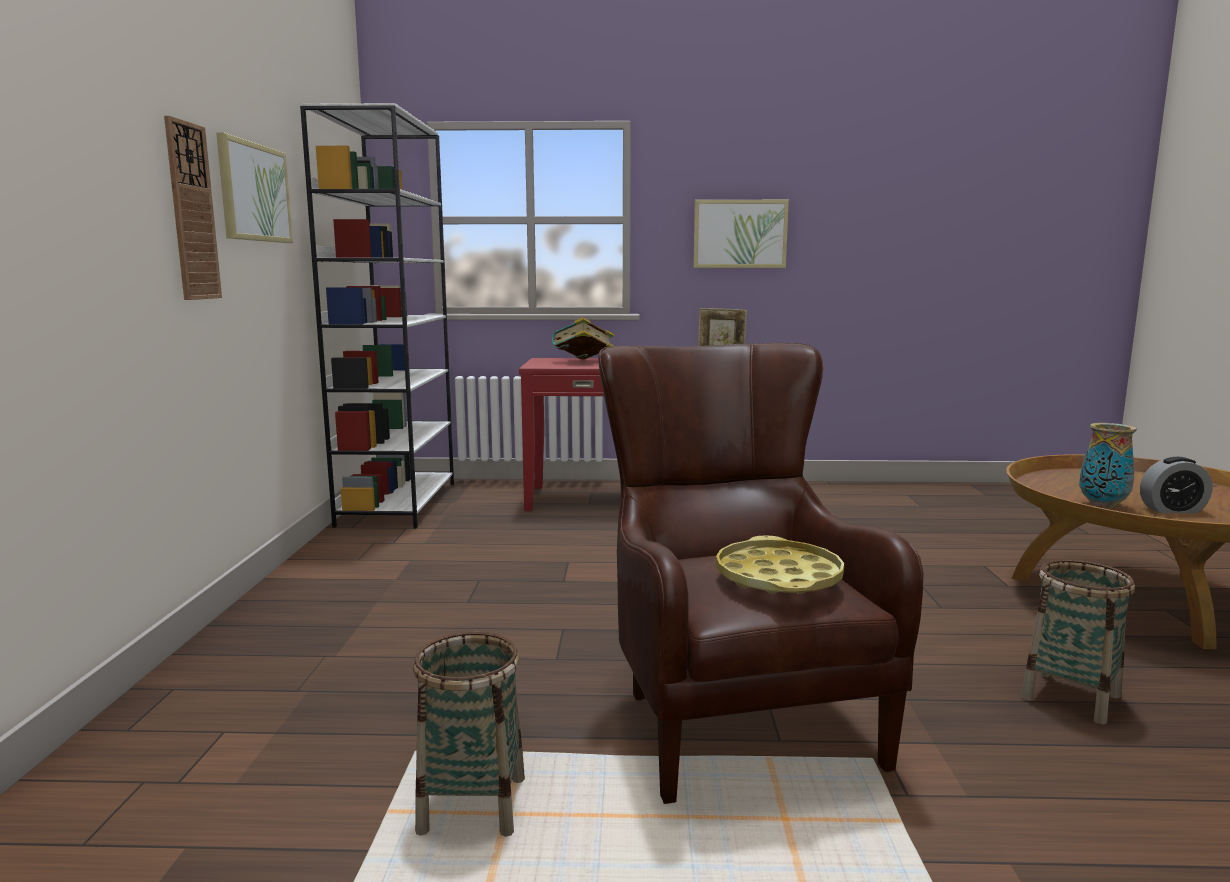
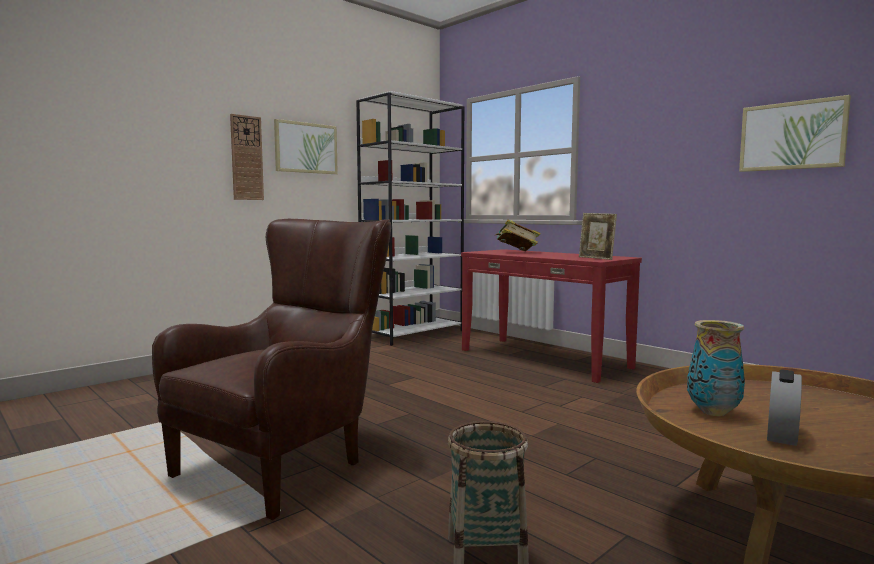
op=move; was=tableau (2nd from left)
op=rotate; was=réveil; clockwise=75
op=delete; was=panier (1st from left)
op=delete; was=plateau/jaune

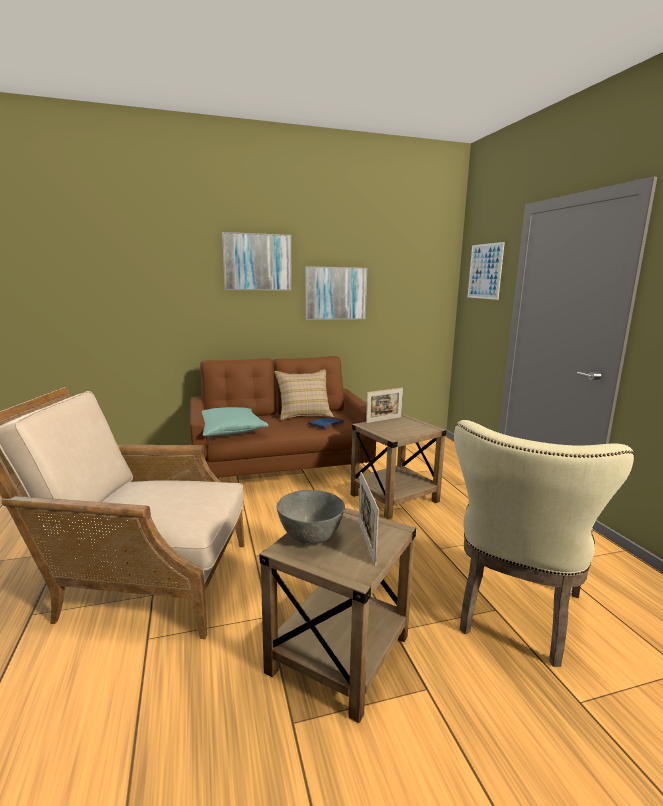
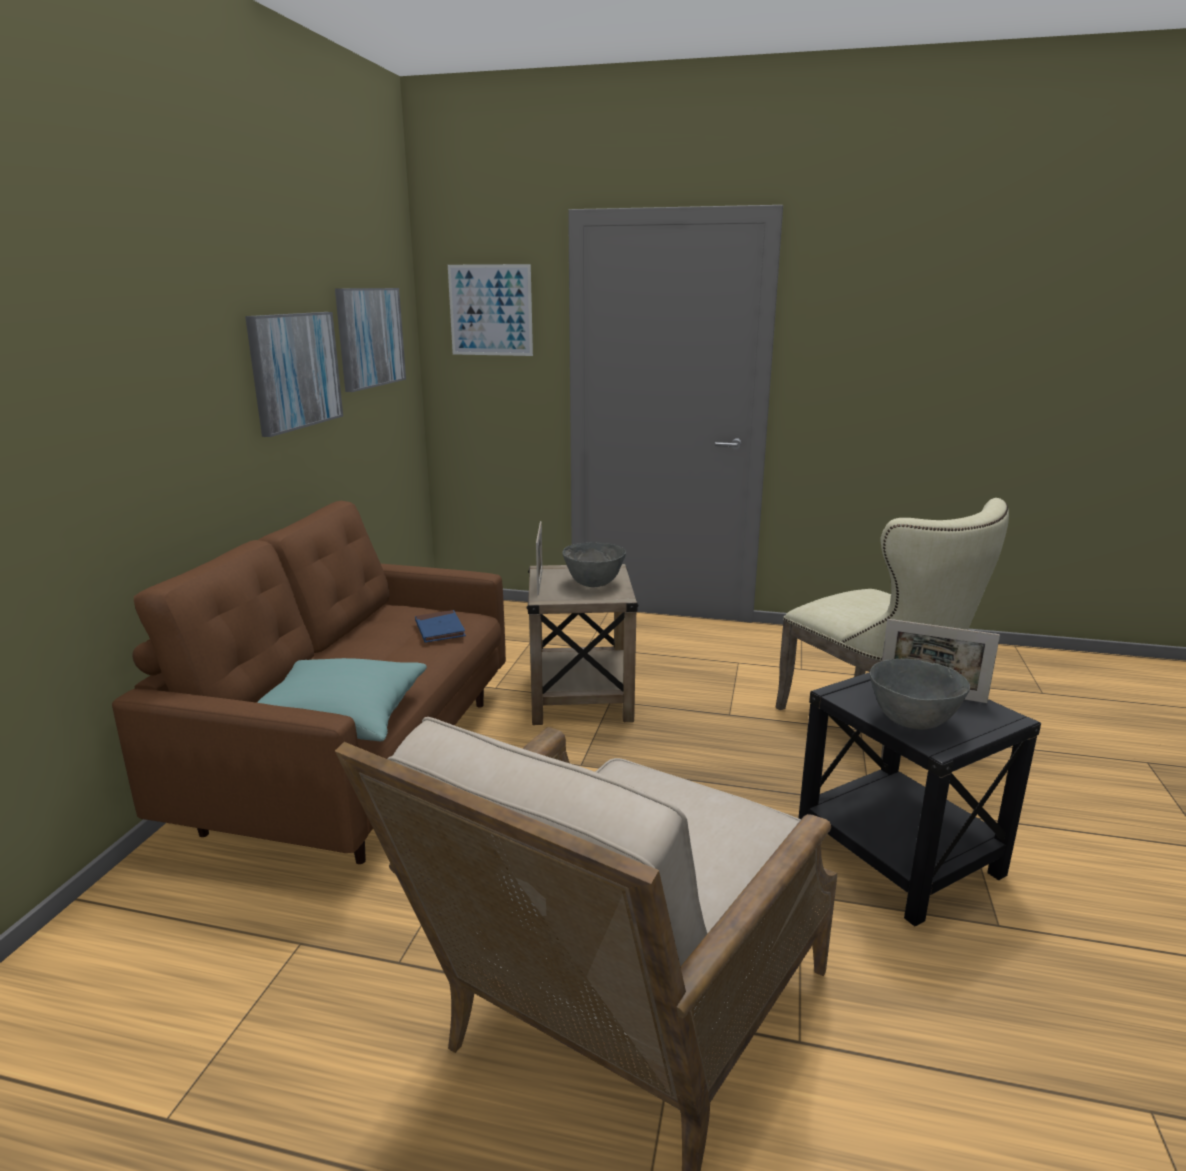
op=move; was=tableau (1st from left in the first image); now=tableau (2nd from left)
op=insert; now=bol/gris (1st from left)
op=recolor; was=table d'appoint/beige (1st from left); now=table d'appoint/noir
op=delete; was=coussin/beige

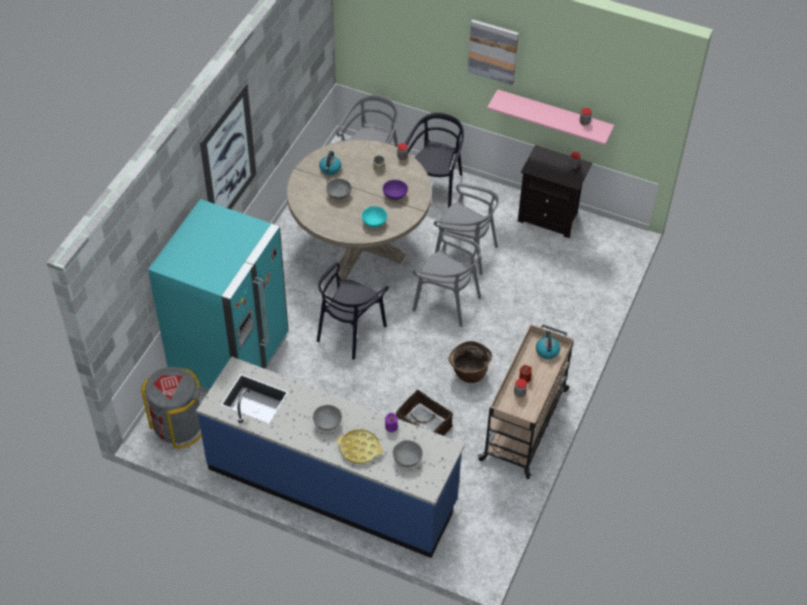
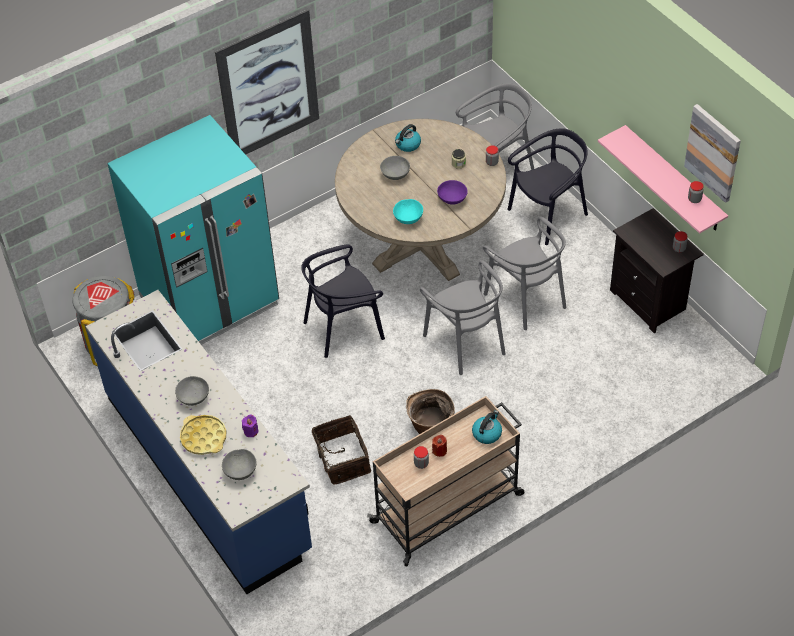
op=move; was=tableau (2nd from left)

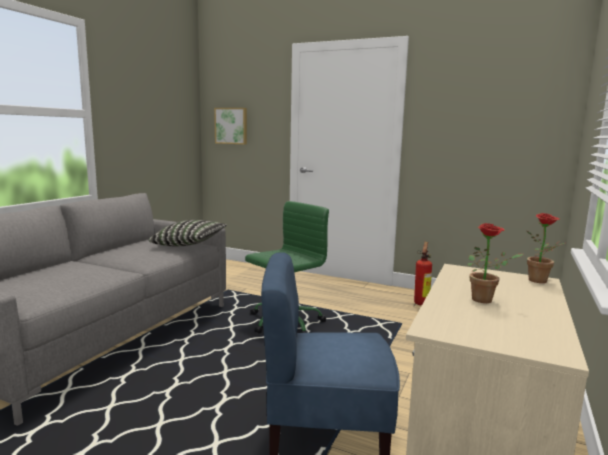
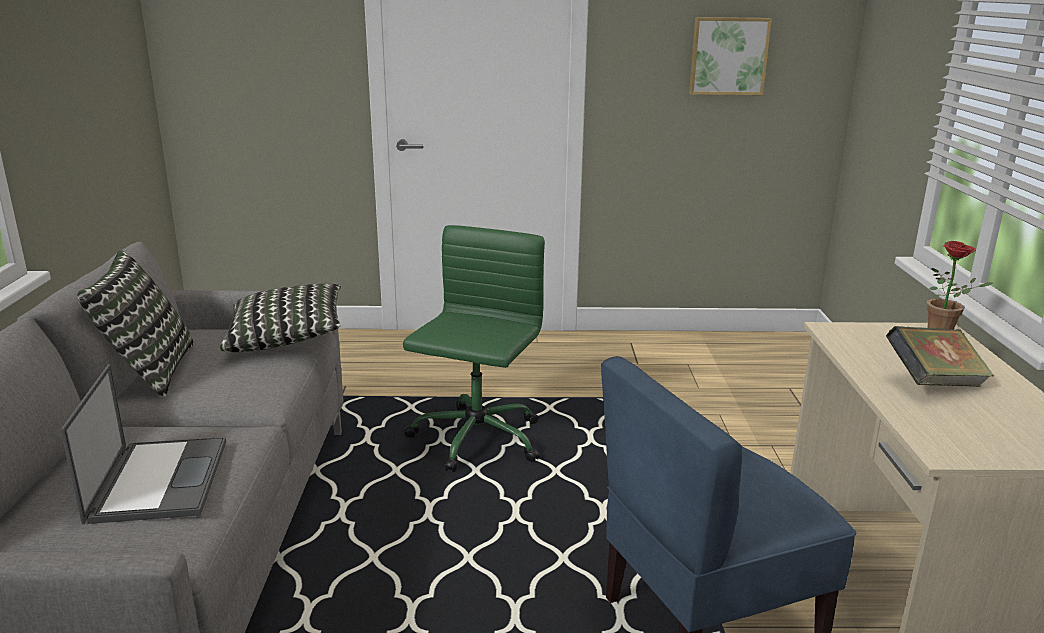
op=insert; now=ordinateur portable
op=insert; now=coussin (1st from left)
op=move; was=tableau
op=replace; was=plante en pot (1st from left); now=livre
op=delete; was=extincteur

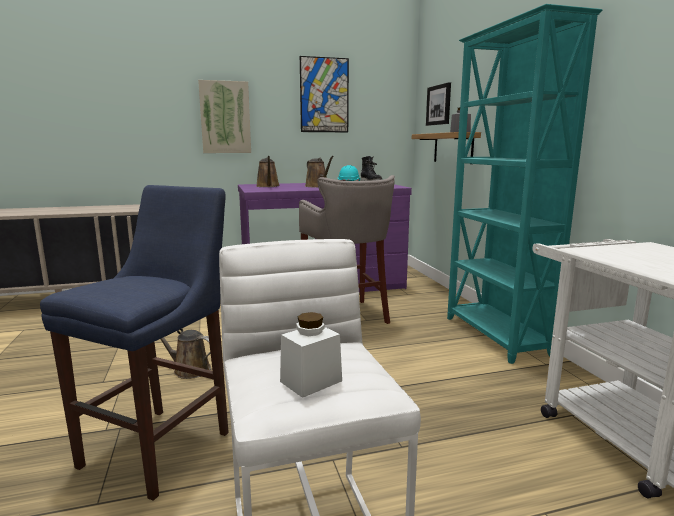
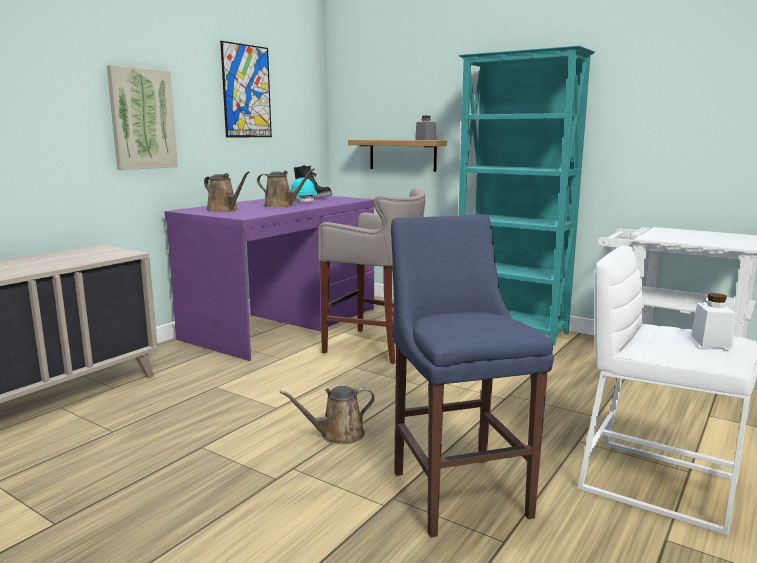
op=delete; was=tableau (3rd from left)

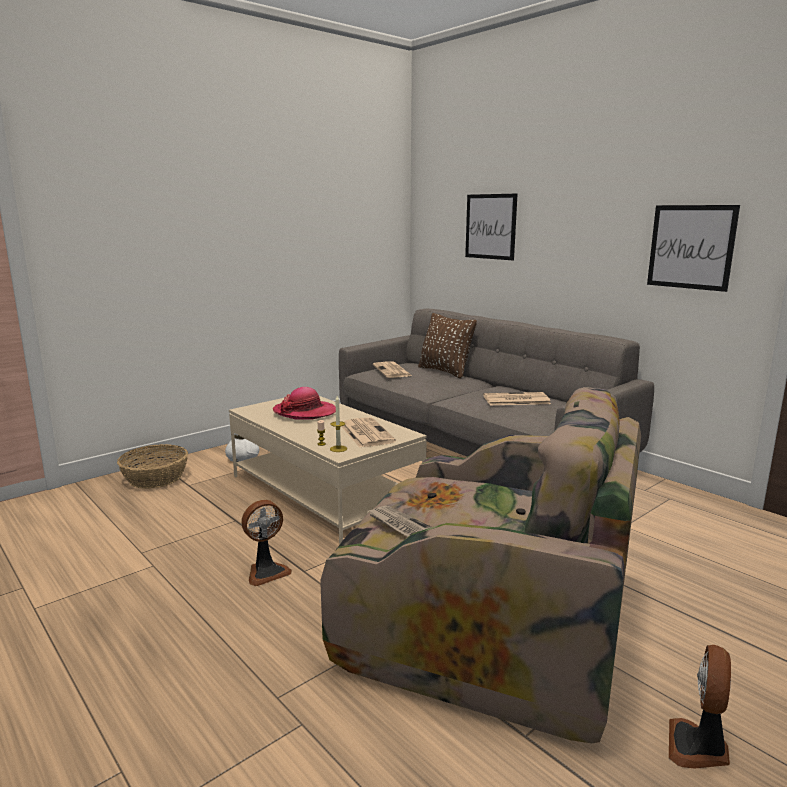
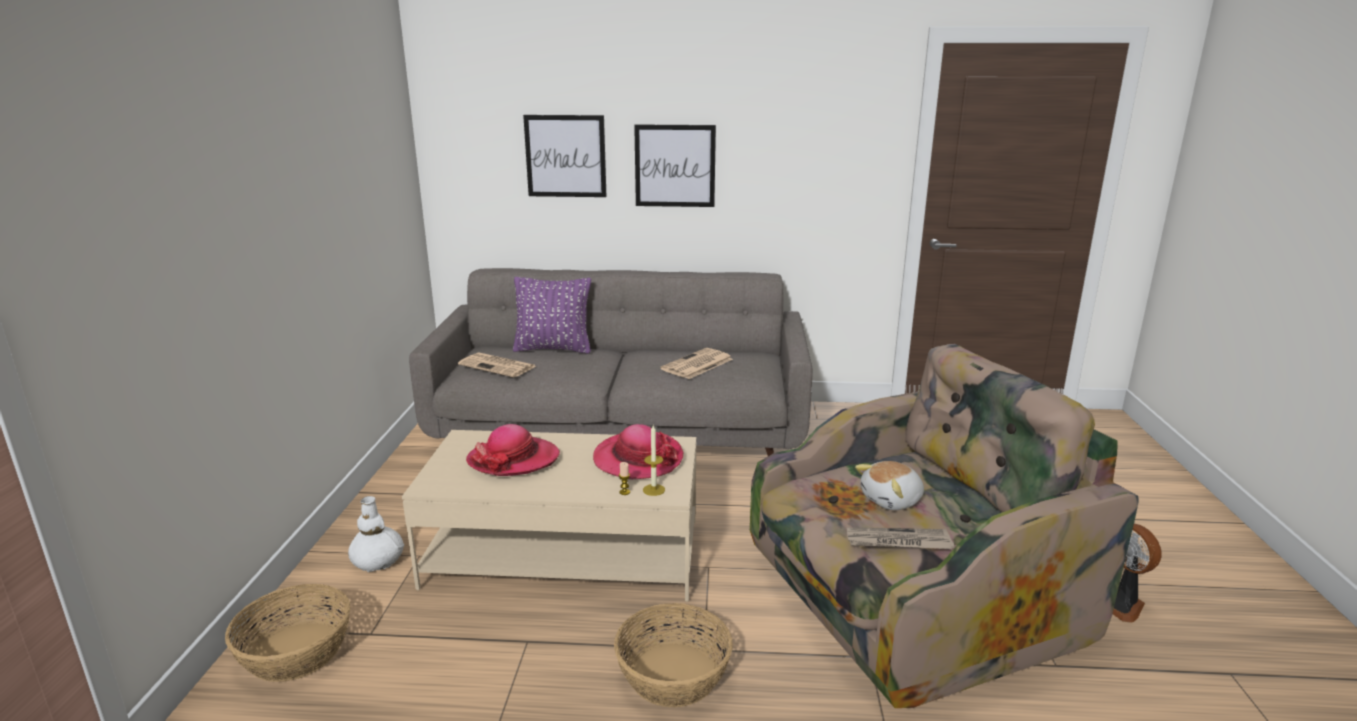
op=recolor; was=coussin/marron; now=coussin/violet
op=replace; was=journal (1st from left); now=chapeau (2nd from left)
op=replace; was=ventilateur (1st from left); now=panier (2nd from left)
op=move; was=tableau (2nd from left)
op=insert; now=peluche

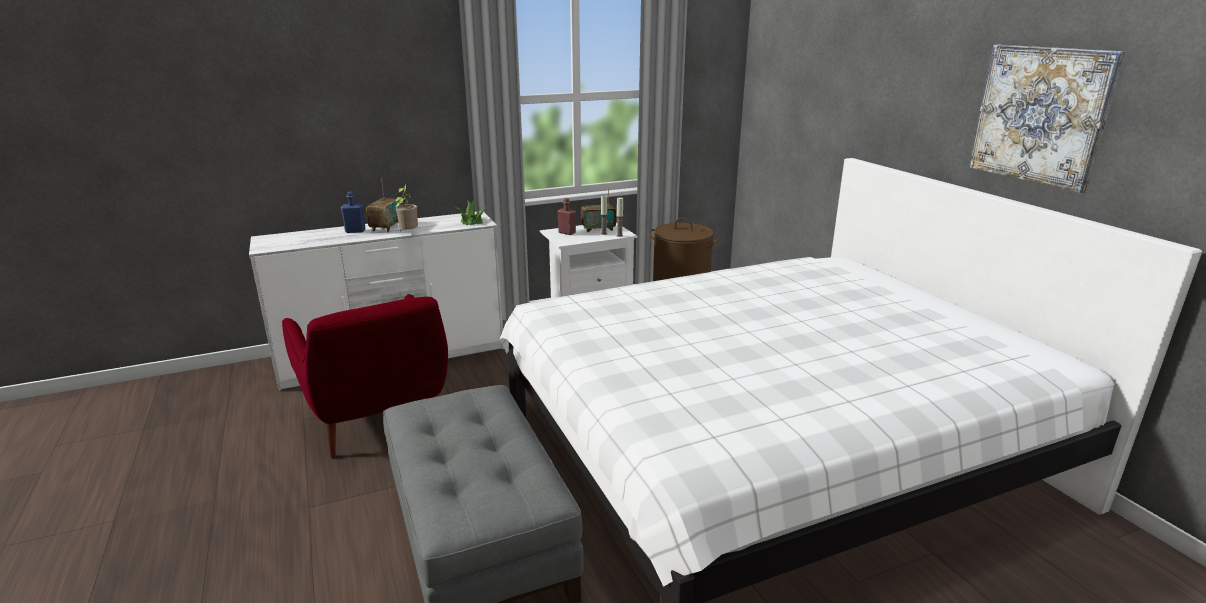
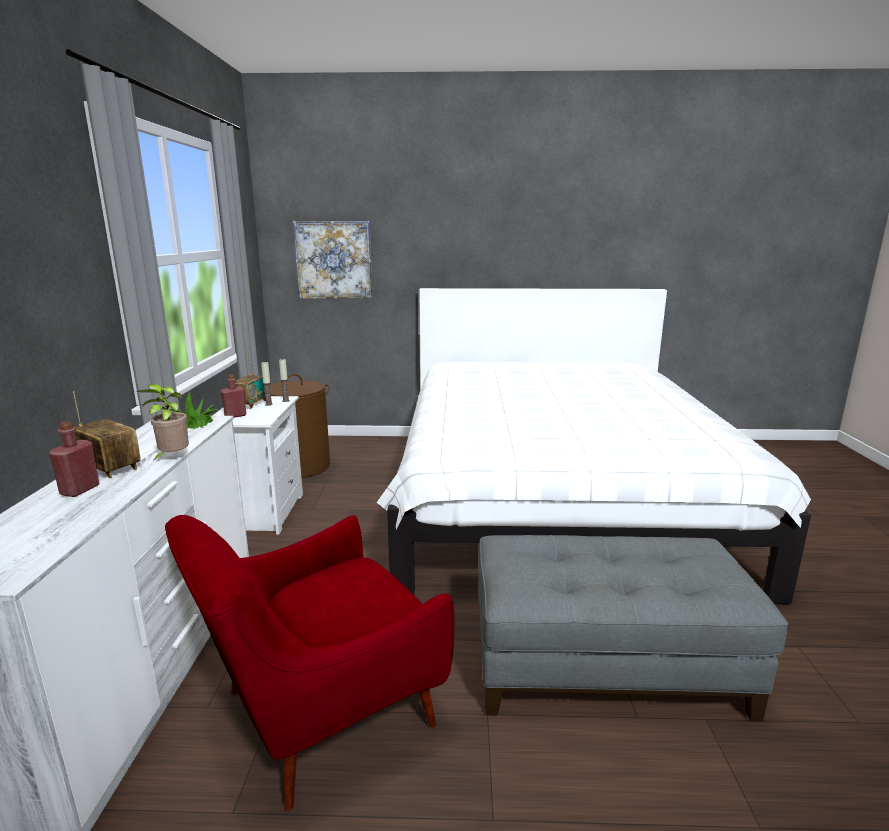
op=recolor; was=bouteille/bleu; now=bouteille/rouge (1st from left)
op=rotate; was=fauteuil/rouge; clockwise=150
op=move; was=tableau

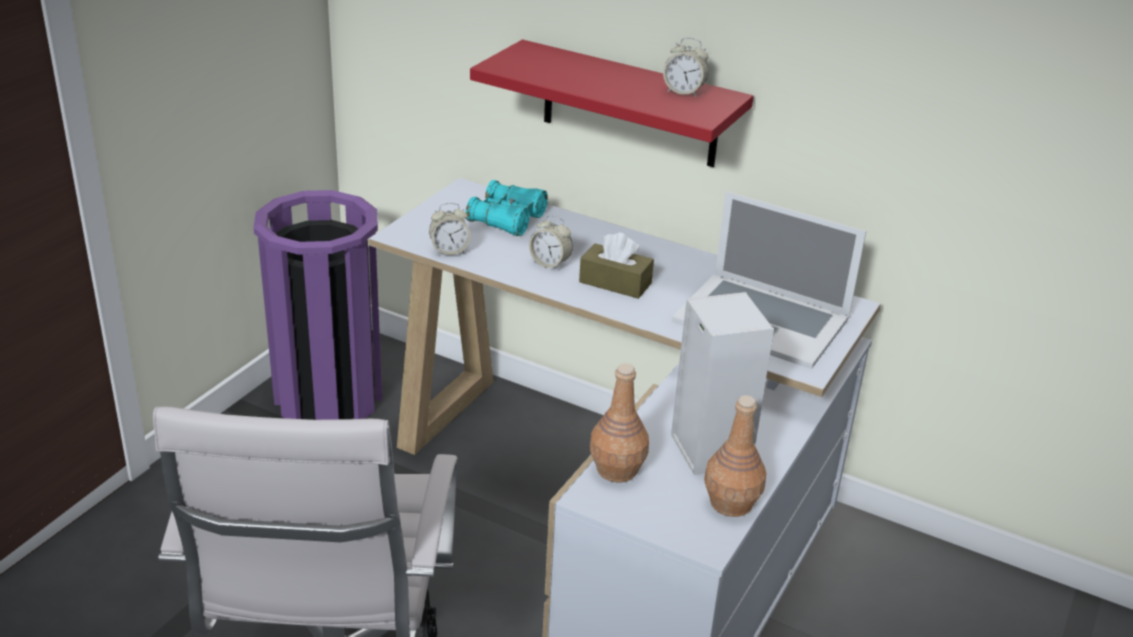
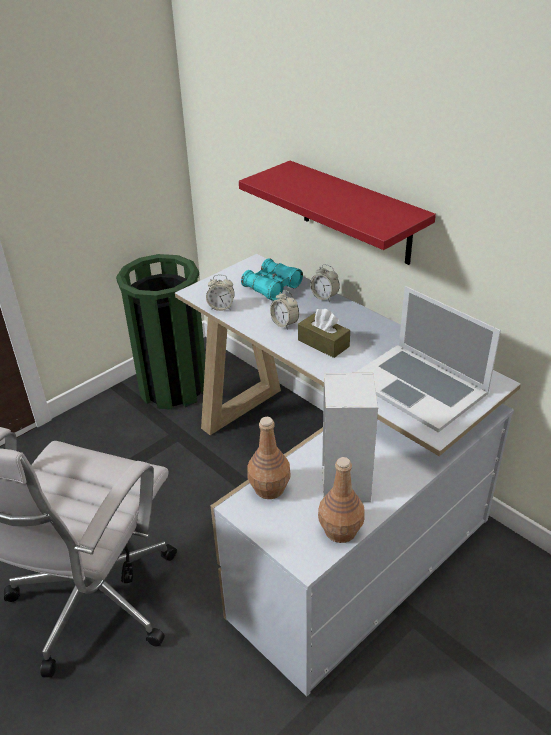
op=recolor; was=poubelle/violet; now=poubelle/vert
op=move; was=réveil (3rd from left)

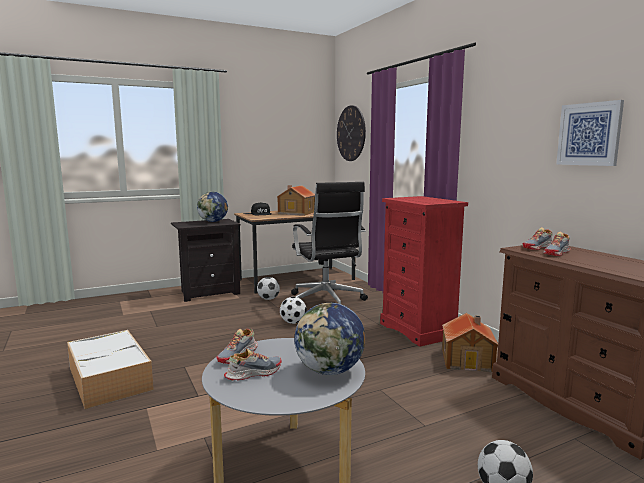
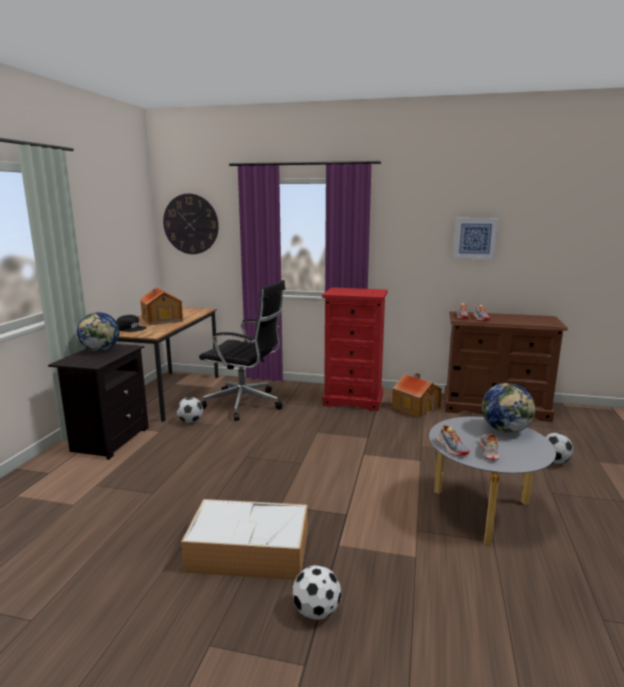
op=move; was=ballon de foot (2nd from left)

